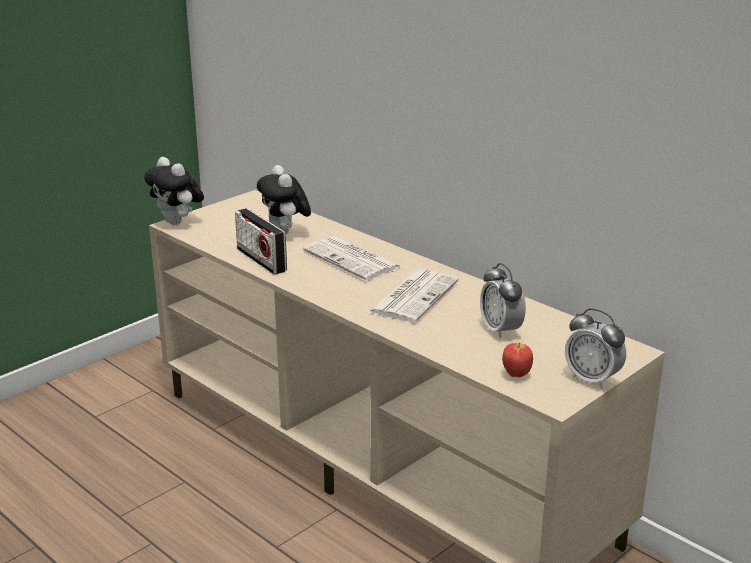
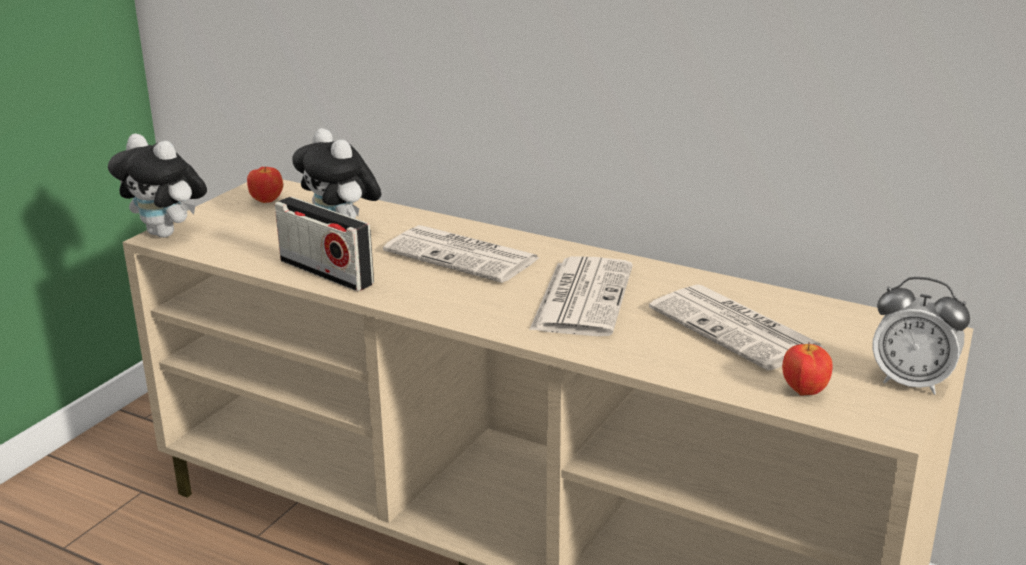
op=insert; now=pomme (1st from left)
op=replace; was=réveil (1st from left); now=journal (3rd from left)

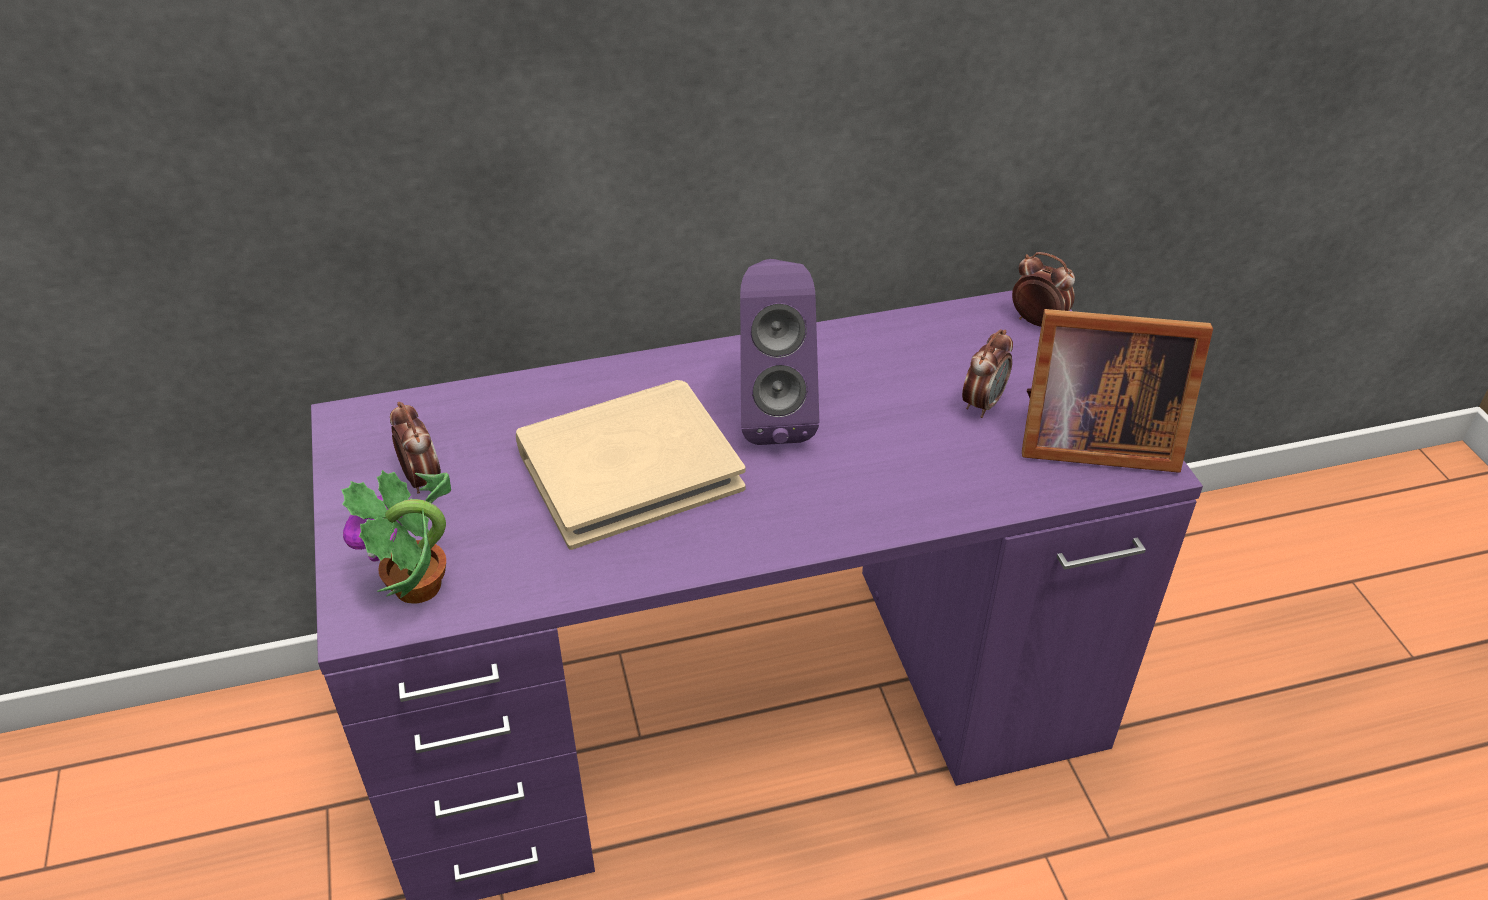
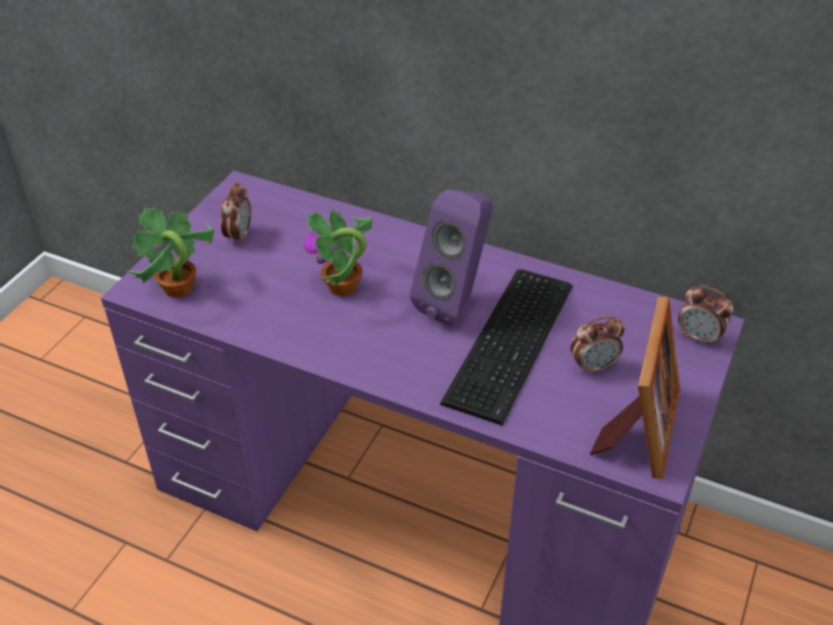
op=replace; was=livre/beige; now=plante en pot (2nd from left)
op=insert; now=clavier
op=rotate; was=cadre photo; clockwise=-120
op=rotate; was=réveil (3rd from left); clockwise=135

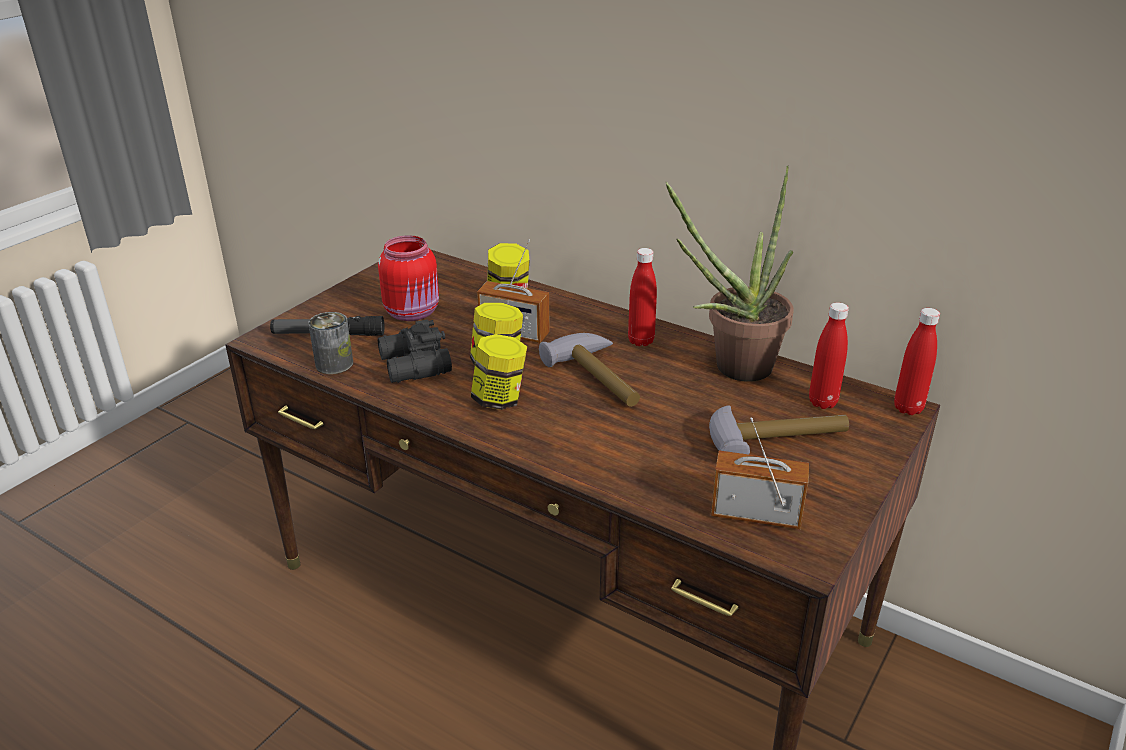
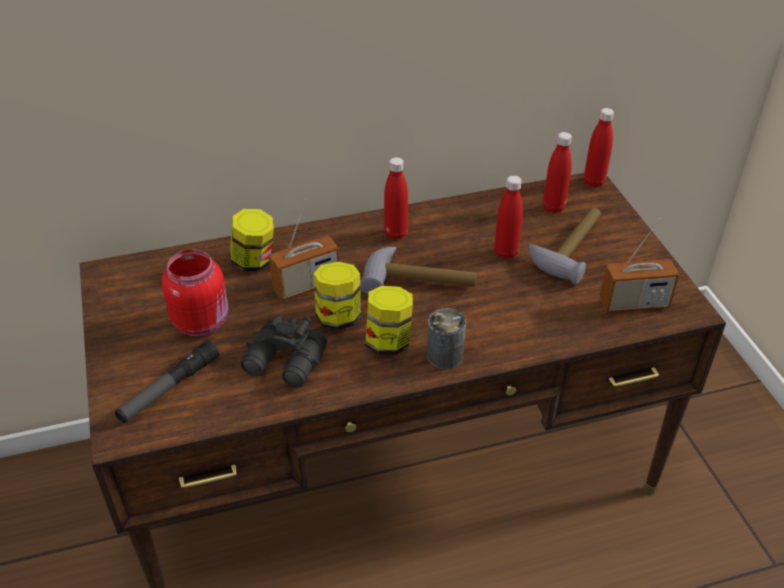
op=move; was=boîte métallique
op=insert; now=bouteille/rouge (2nd from left)
op=rotate; was=radio (2nd from left); clockwise=-150
op=delete; was=plante en pot

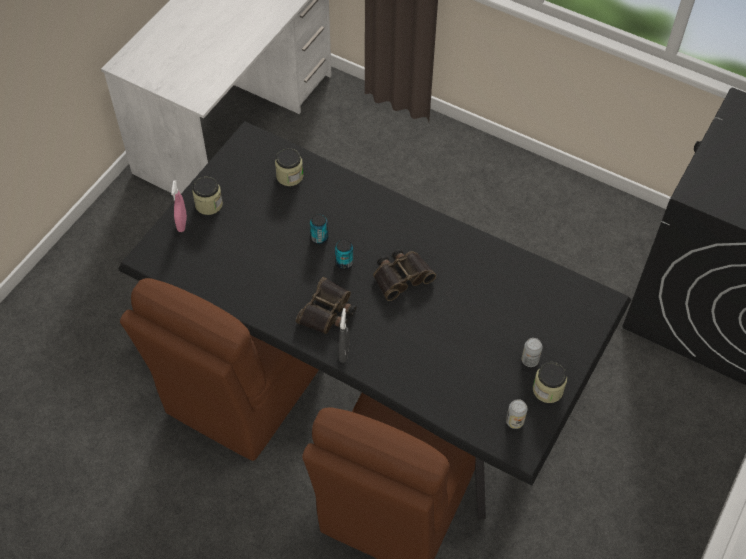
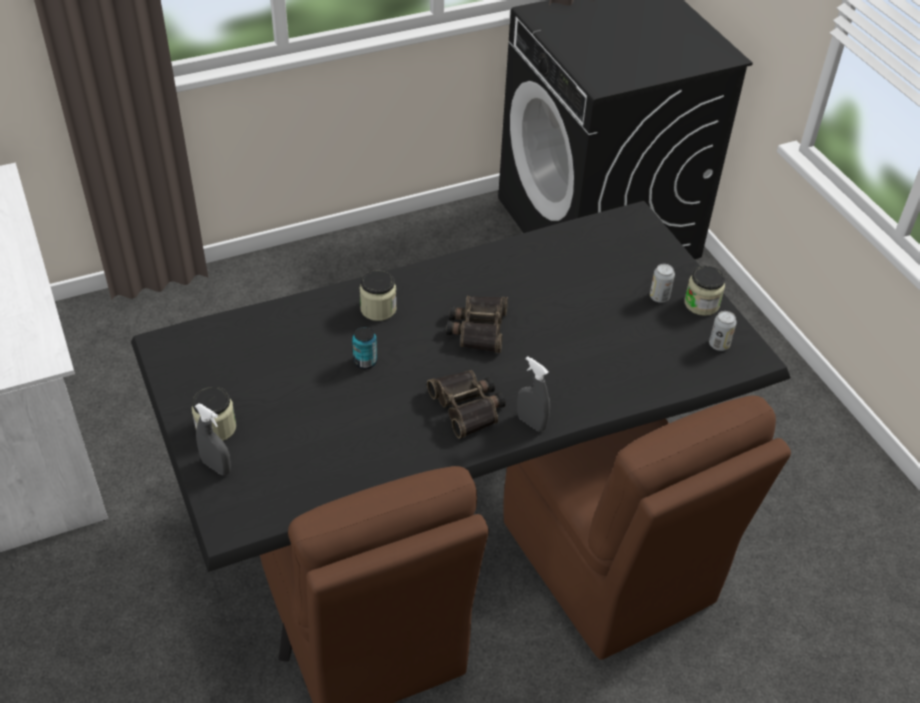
op=recolor; was=vaporisateur/rose; now=vaporisateur/gris (1st from left)
op=move; was=bocal (2nd from left)
op=delete; was=boîte métallique (2nd from left)

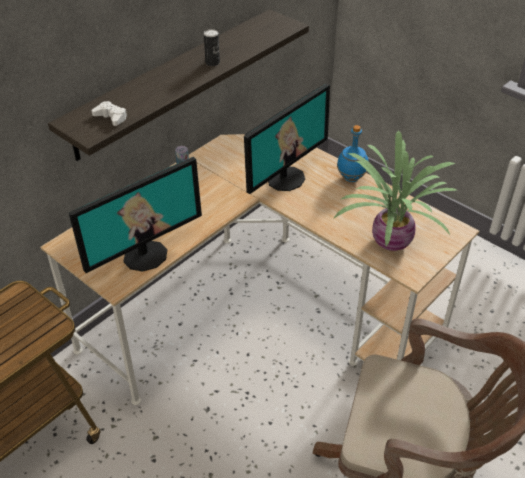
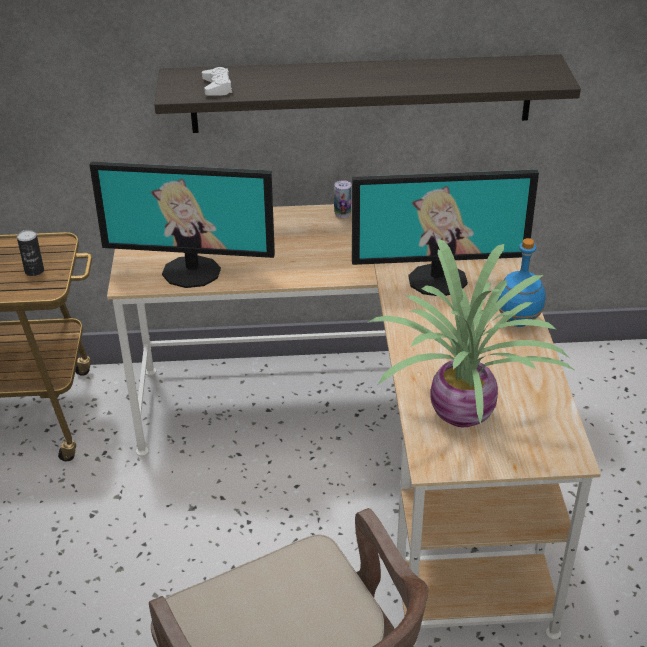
op=move; was=boîte métallique (2nd from left in the first image); now=boîte métallique (1st from left)

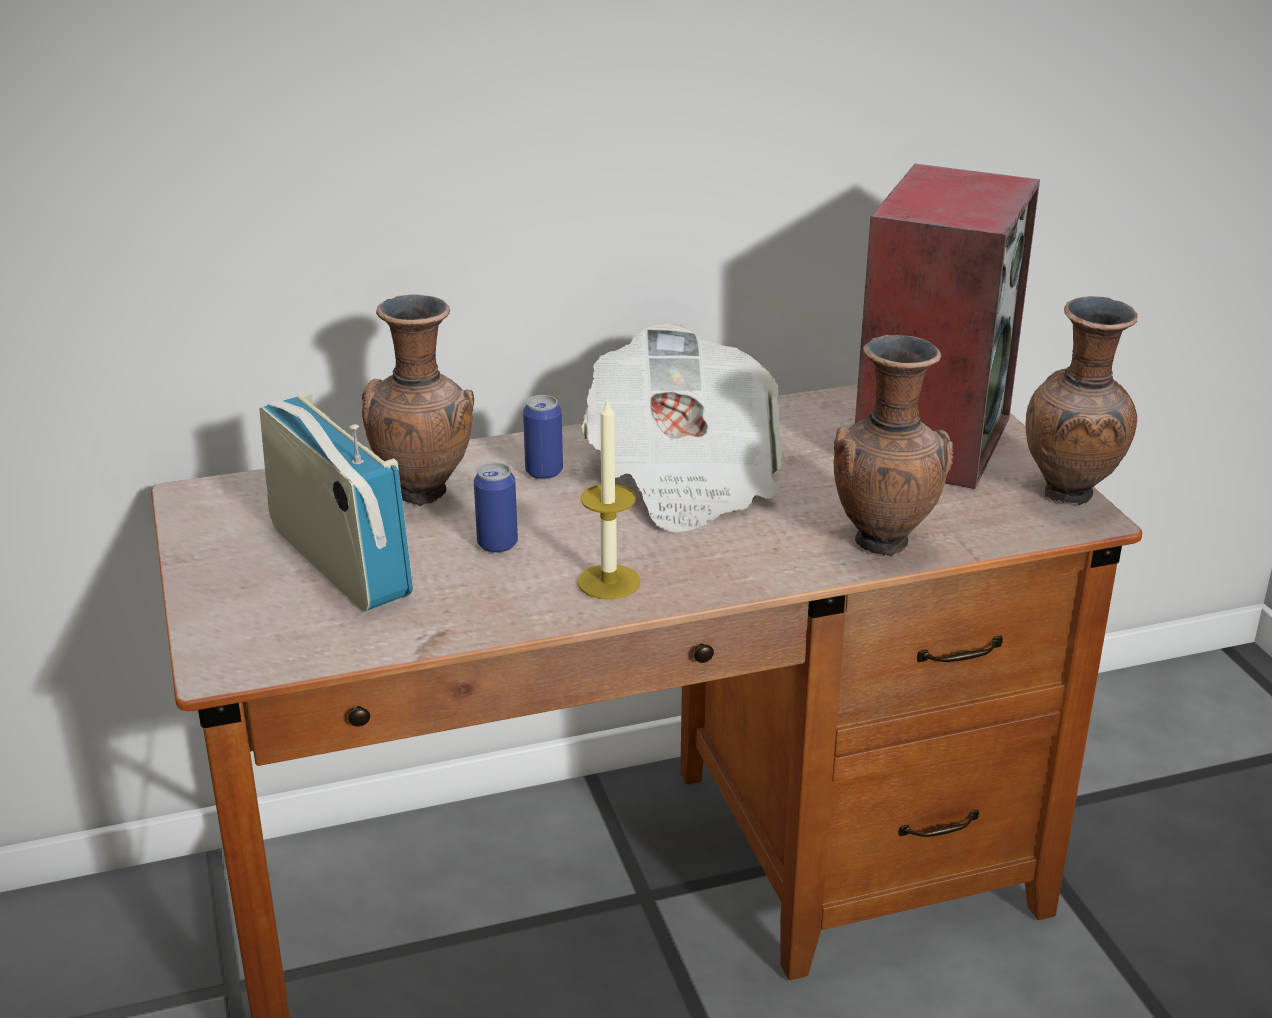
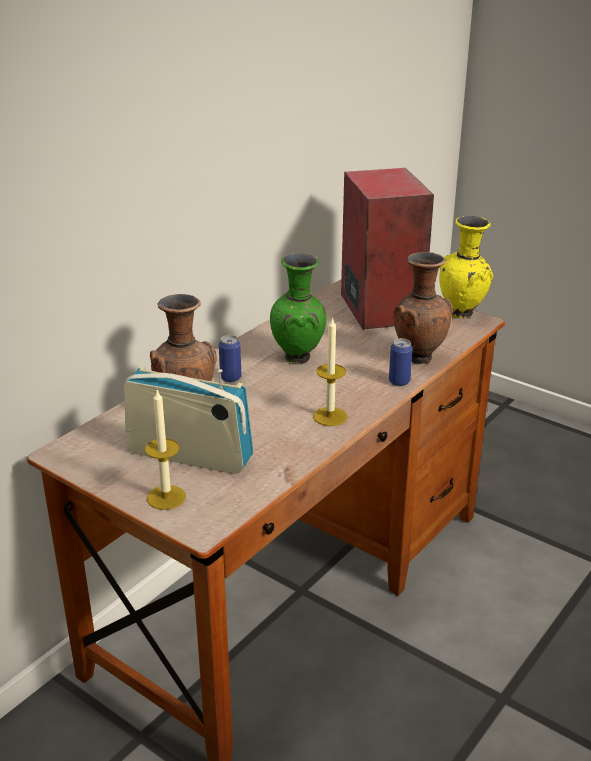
op=insert; now=bougie (1st from left)
op=replace; was=journal; now=vase/vert
op=move; was=boîte métallique (1st from left in the first image); now=boîte métallique (2nd from left)
op=recolor; was=vase/marron (3rd from left); now=vase/jaune

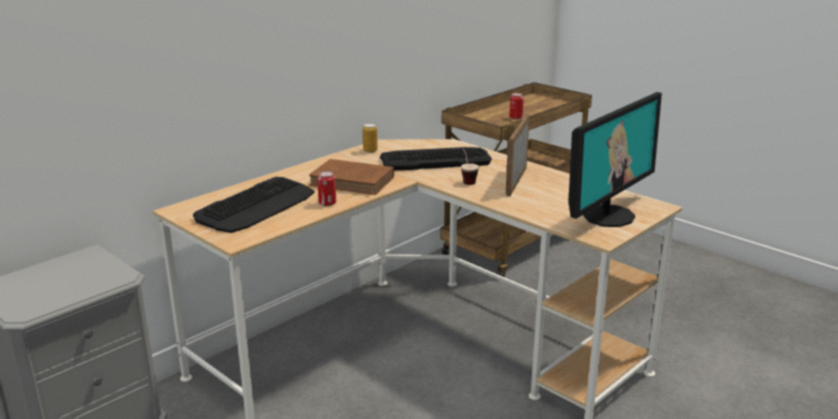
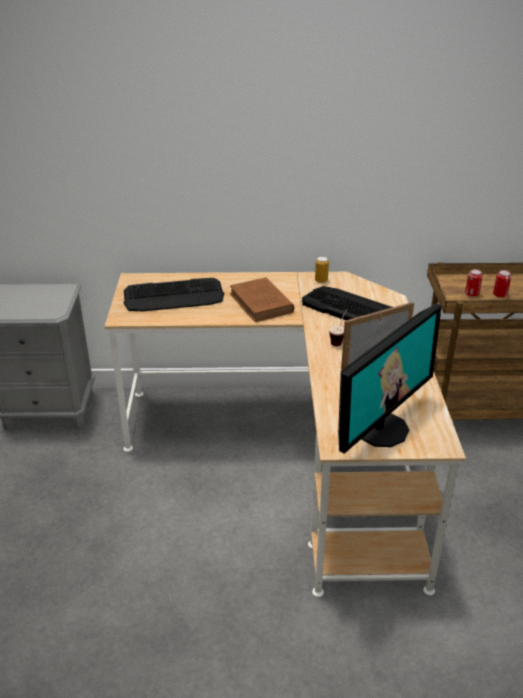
op=rotate; was=écran d'ordinateur; clockwise=-45
op=move; was=boîte métallique (1st from left in the first image); now=boîte métallique (2nd from left)

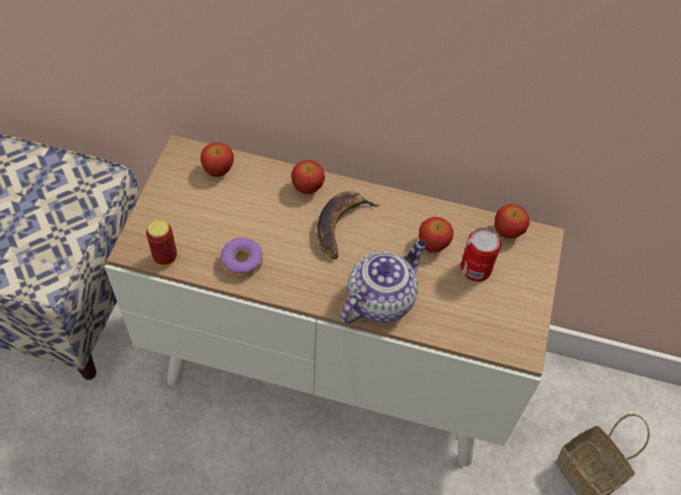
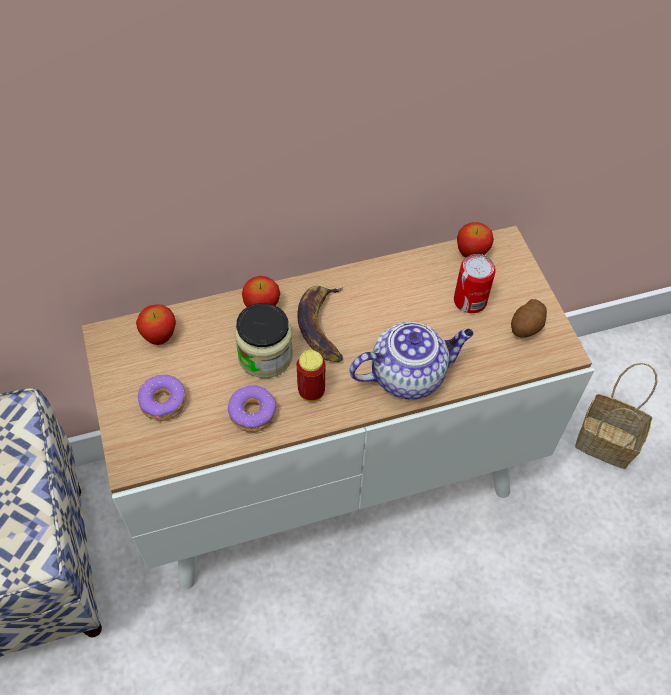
op=insert; now=beignet (1st from left)
op=insert; now=bocal
op=move; was=boîte métallique (1st from left)
op=rotate; was=théière; clockwise=60
op=insert; now=pomme de terre
op=delete; was=pomme (3rd from left)

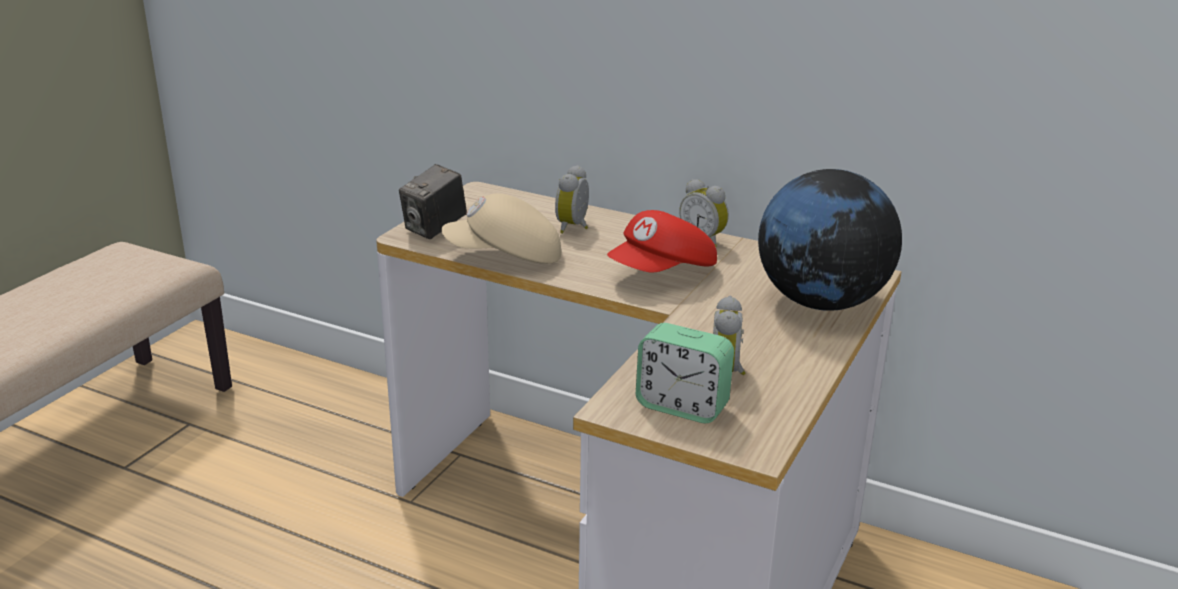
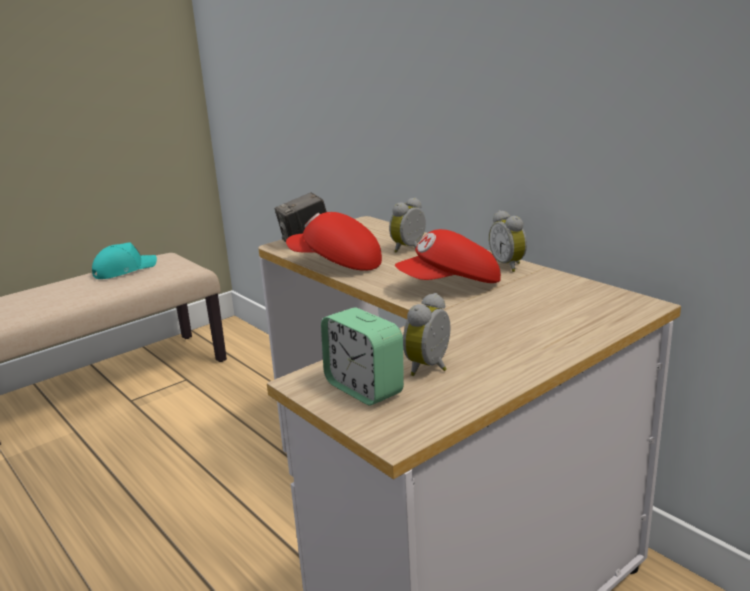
op=insert; now=casquette/turquoise
op=recolor; was=casquette/beige; now=casquette/rouge (1st from left)
op=delete; was=globe

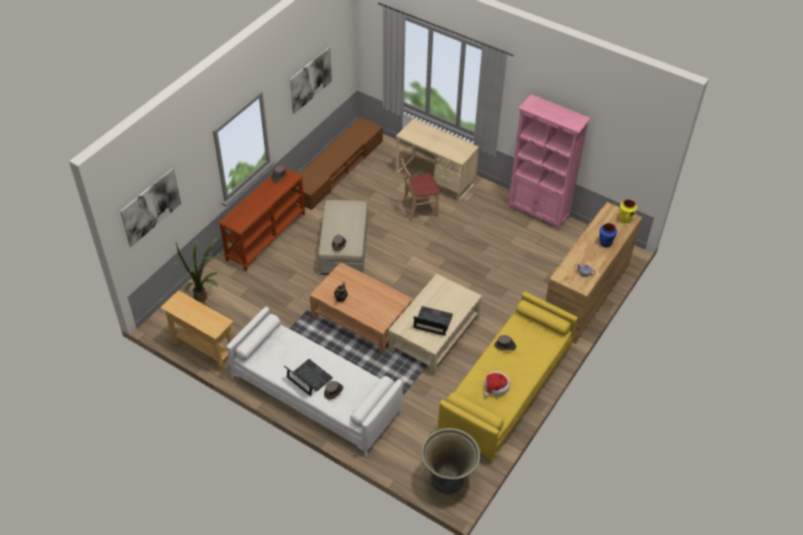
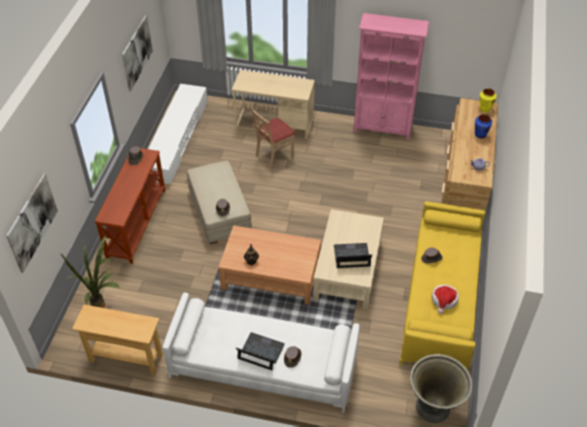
op=recolor; was=meuble télé/marron; now=meuble télé/blanc

